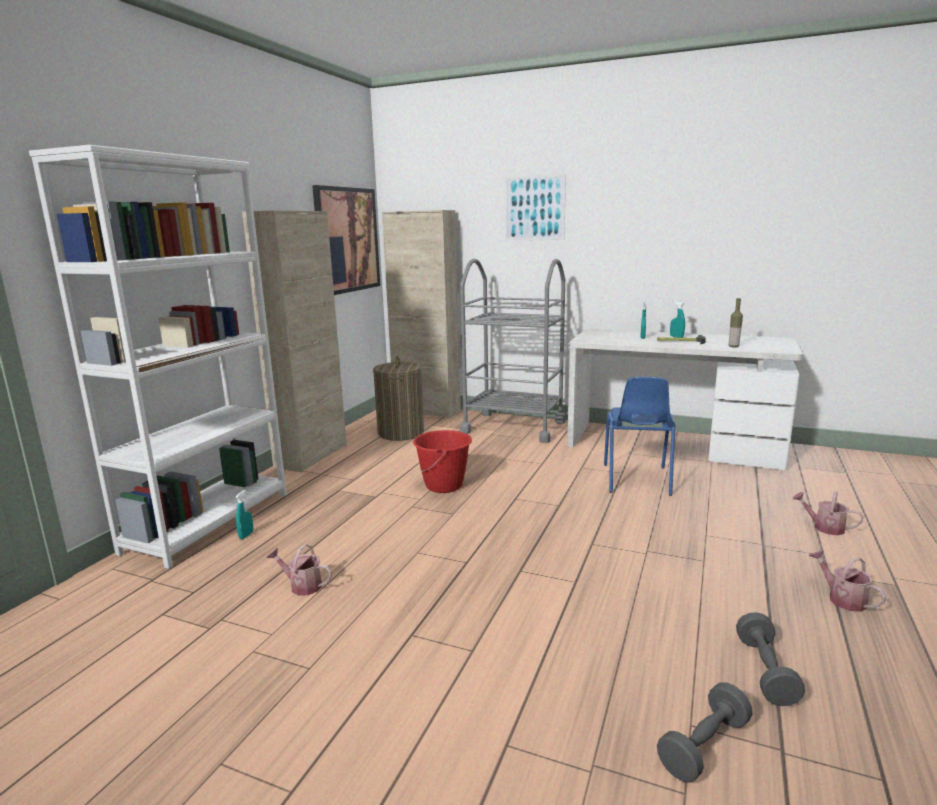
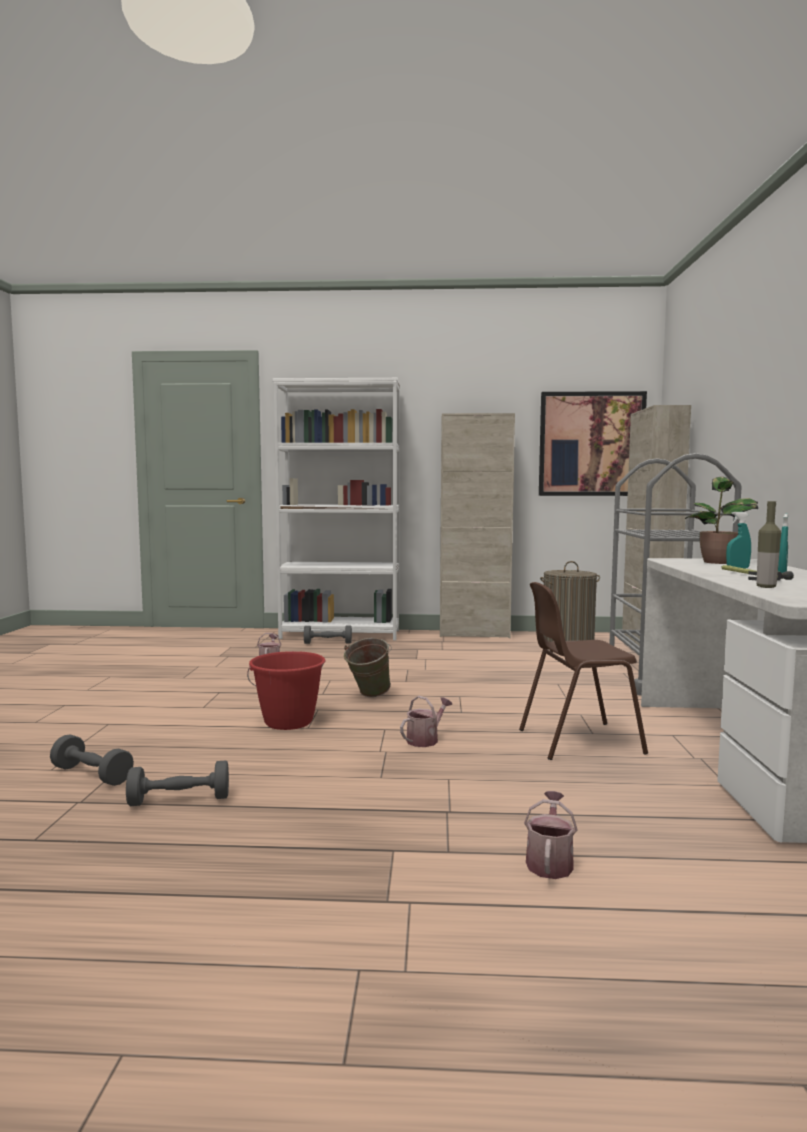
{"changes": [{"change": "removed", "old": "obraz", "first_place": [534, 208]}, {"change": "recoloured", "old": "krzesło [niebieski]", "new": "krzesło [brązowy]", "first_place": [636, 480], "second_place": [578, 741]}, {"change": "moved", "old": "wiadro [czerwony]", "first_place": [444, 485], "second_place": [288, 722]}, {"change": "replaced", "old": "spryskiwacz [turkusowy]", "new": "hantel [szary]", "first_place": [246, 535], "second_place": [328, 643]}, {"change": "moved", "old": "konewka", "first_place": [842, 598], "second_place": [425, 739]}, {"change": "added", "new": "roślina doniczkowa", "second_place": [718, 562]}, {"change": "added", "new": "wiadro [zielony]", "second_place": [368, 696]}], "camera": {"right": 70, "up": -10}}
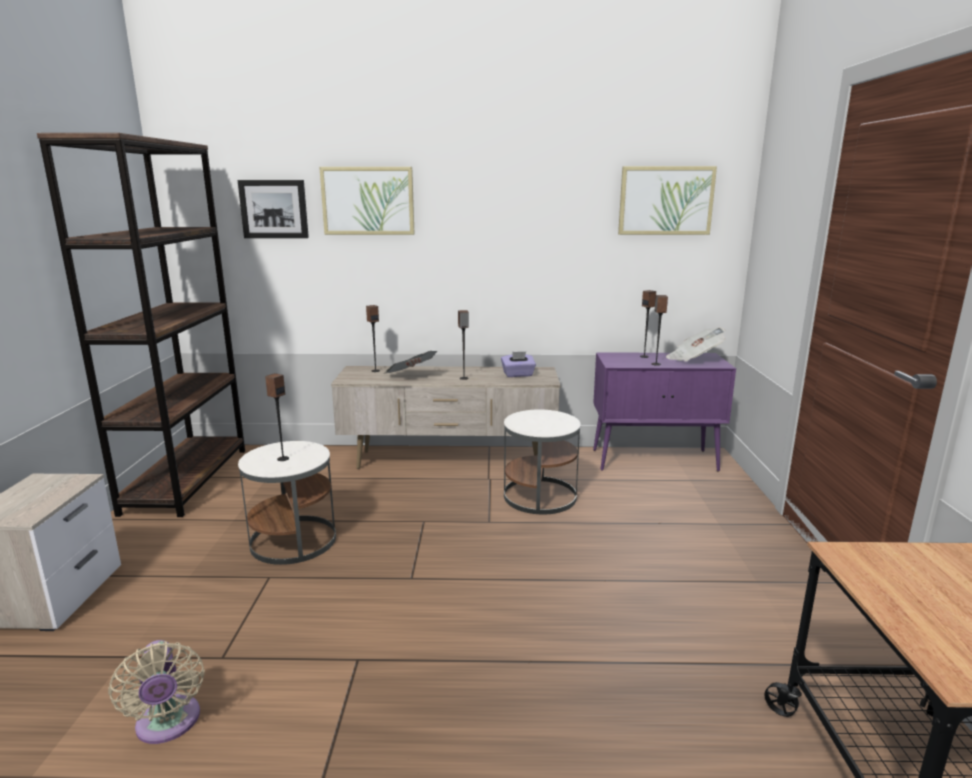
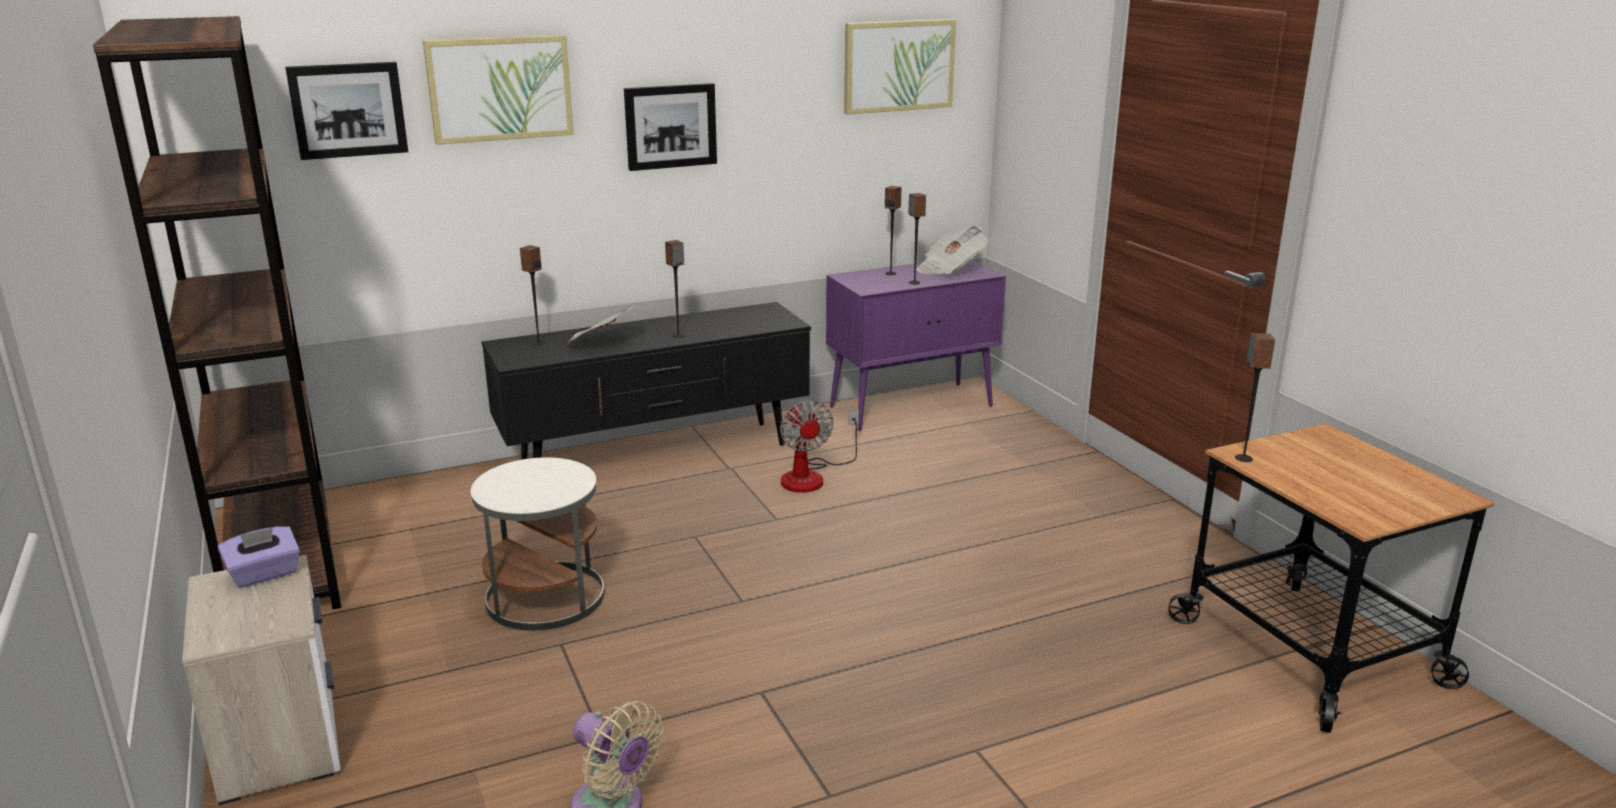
{"changes": [{"change": "moved", "old": "pudełko chusteczek [fioletowy]", "first_place": [518, 375], "second_place": [264, 575]}, {"change": "recoloured", "old": "szafka pod telewizor [beżowy]", "new": "szafka pod telewizor [czarny]", "first_place": [449, 461], "second_place": [656, 456]}, {"change": "moved", "old": "głośnik", "first_place": [283, 458], "second_place": [1243, 458]}, {"change": "replaced", "old": "stolik [biały]", "new": "wentylator", "first_place": [540, 496], "second_place": [811, 476]}, {"change": "added", "new": "obraz", "second_place": [670, 126]}], "camera": {"right": -25, "up": 5}}
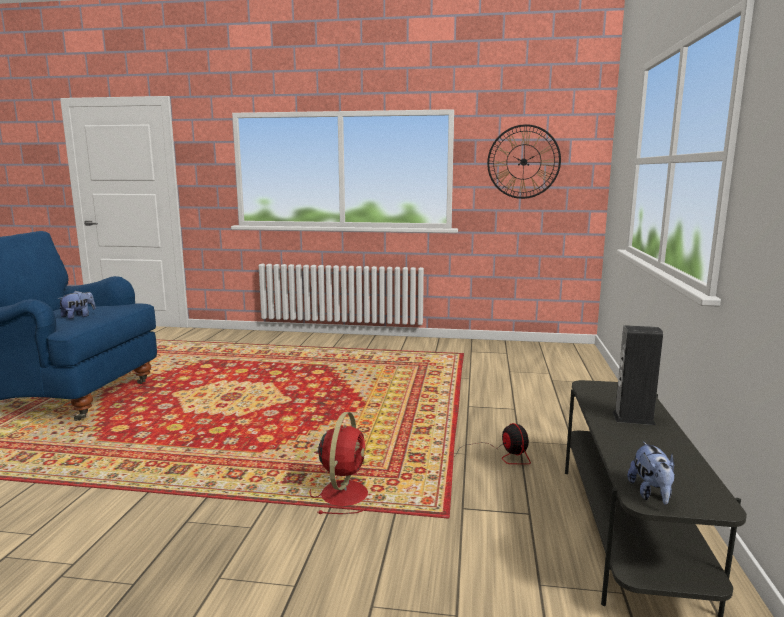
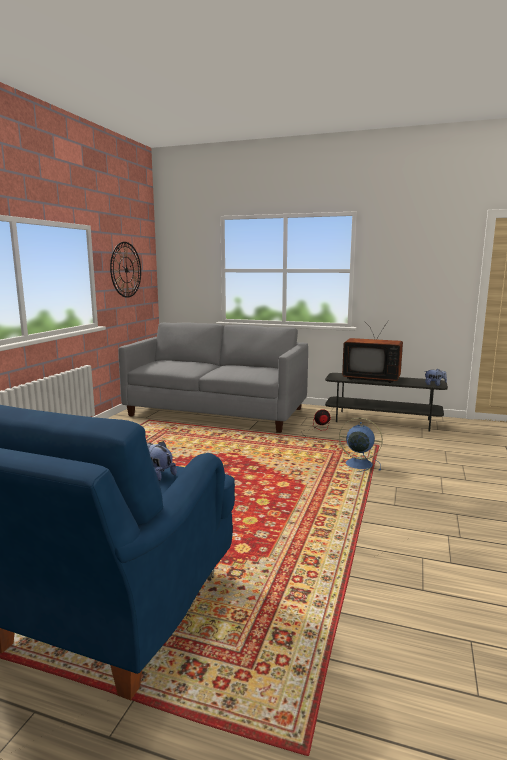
{"changes": [{"change": "replaced", "old": "głośnik", "new": "telewizor", "first_place": [633, 418], "second_place": [371, 378]}, {"change": "recoloured", "old": "wentylator [czerwony]", "new": "wentylator [niebieski]", "first_place": [345, 493], "second_place": [357, 464]}, {"change": "added", "new": "kanapa [szary]", "second_place": [216, 412]}], "camera": {"right": -80, "up": 0}}
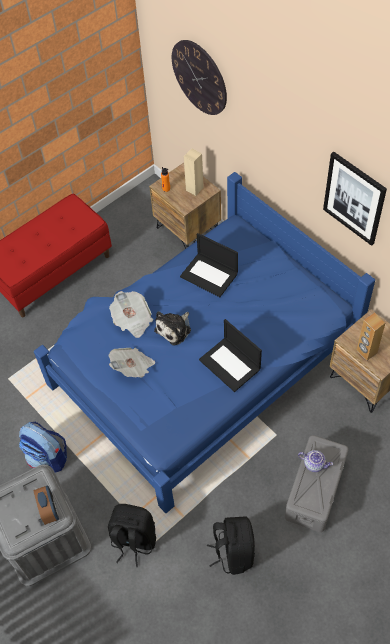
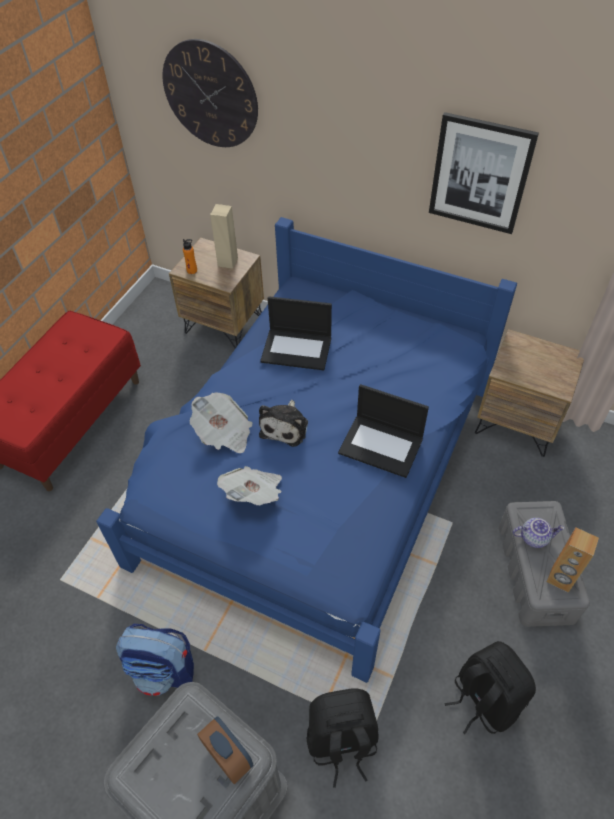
{"changes": [{"change": "moved", "old": "głośnik [brązowy]", "first_place": [366, 351], "second_place": [560, 579]}], "camera": {"right": -25, "up": -5}}
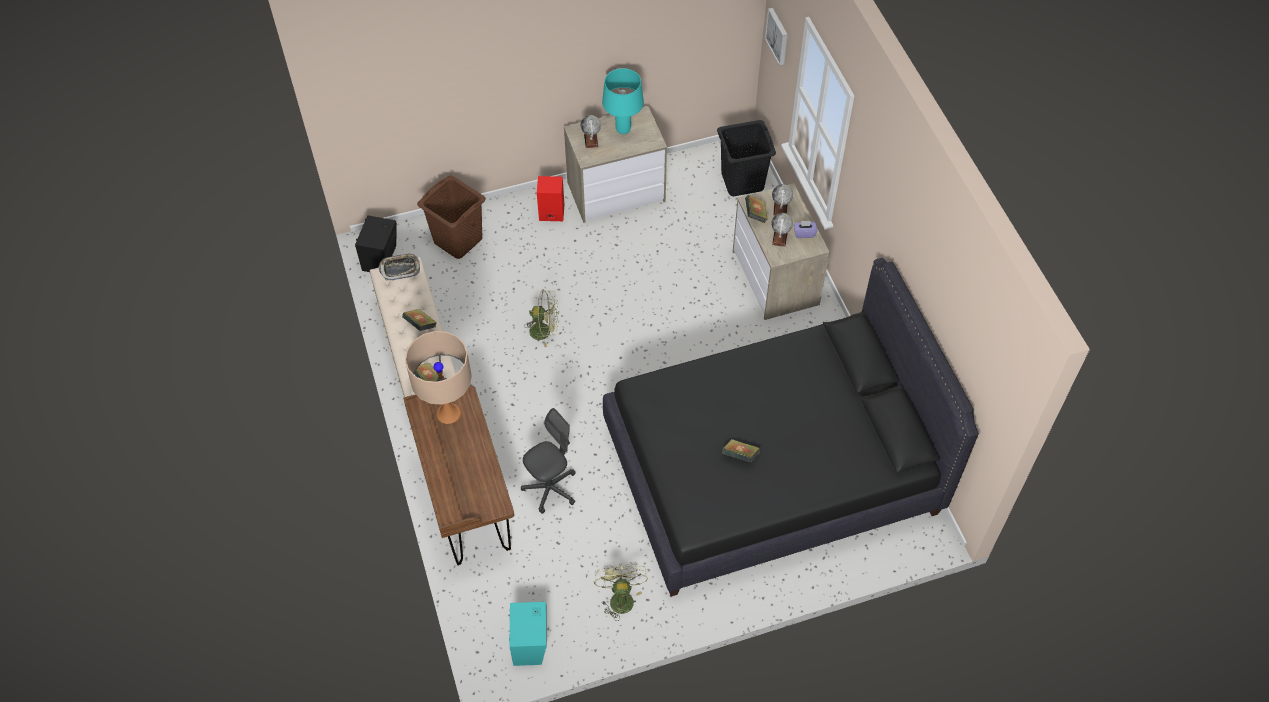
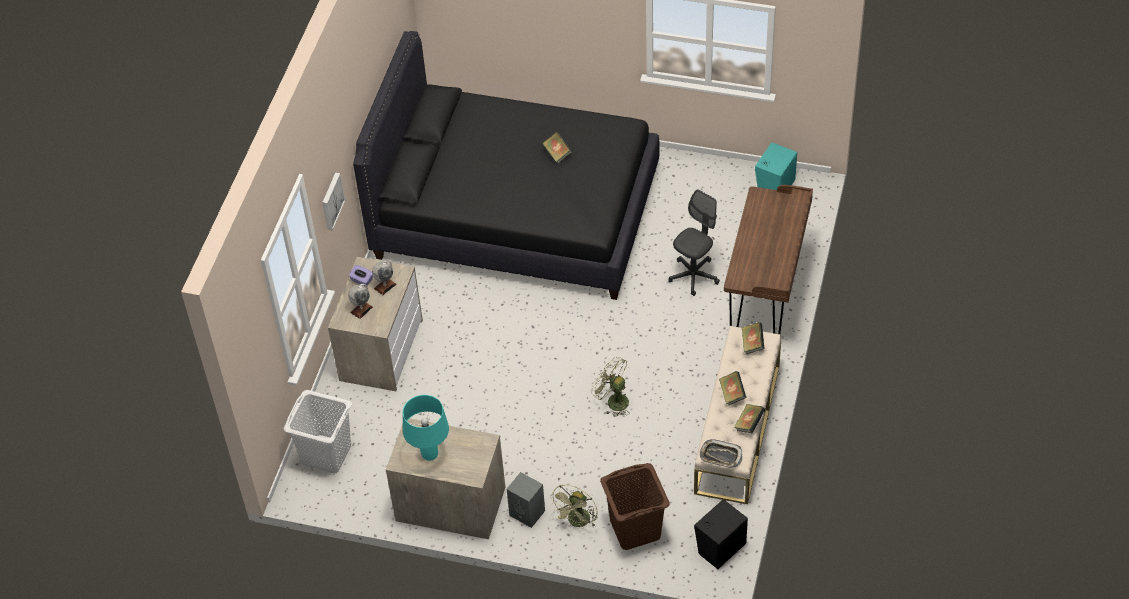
{"changes": [{"change": "moved", "old": "obraz", "first_place": [778, 36], "second_place": [331, 201]}, {"change": "removed", "old": "globus", "first_place": [591, 140]}, {"change": "recoloured", "old": "kosz na pranie [czarny]", "new": "kosz na pranie [biały]", "first_place": [742, 181], "second_place": [326, 454]}, {"change": "recoloured", "old": "głośnik [czerwony]", "new": "głośnik [szary]", "first_place": [551, 213], "second_place": [528, 513]}, {"change": "moved", "old": "książka", "first_place": [755, 215], "second_place": [749, 424]}, {"change": "removed", "old": "lampa stołowa [beżowy]", "first_place": [448, 413]}, {"change": "turned", "old": "krzesło biurowe [szary]", "first_place": [550, 489], "second_place": [693, 276], "degrees": 135}, {"change": "moved", "old": "wentylator [zielony]", "first_place": [620, 597], "second_place": [577, 522]}], "camera": {"right": -145, "up": -5}}
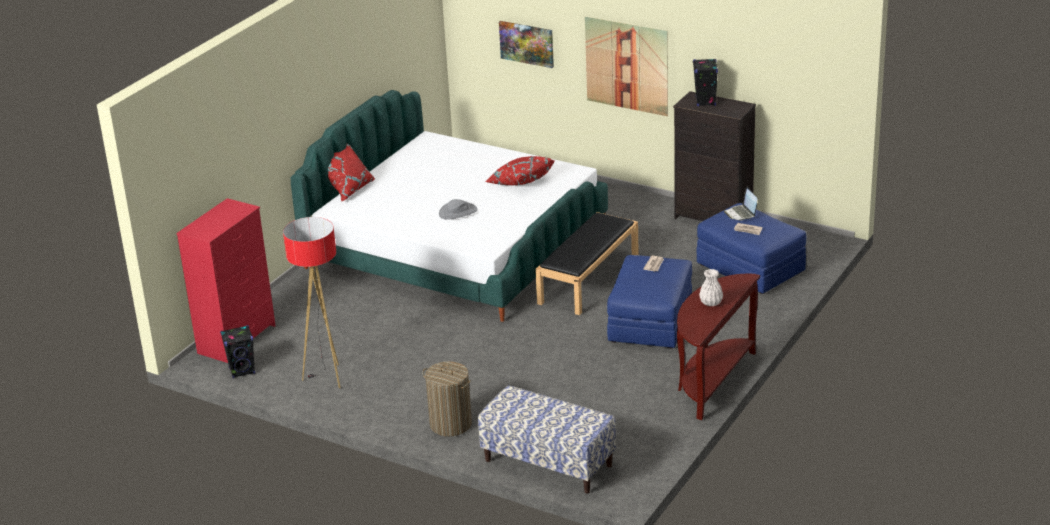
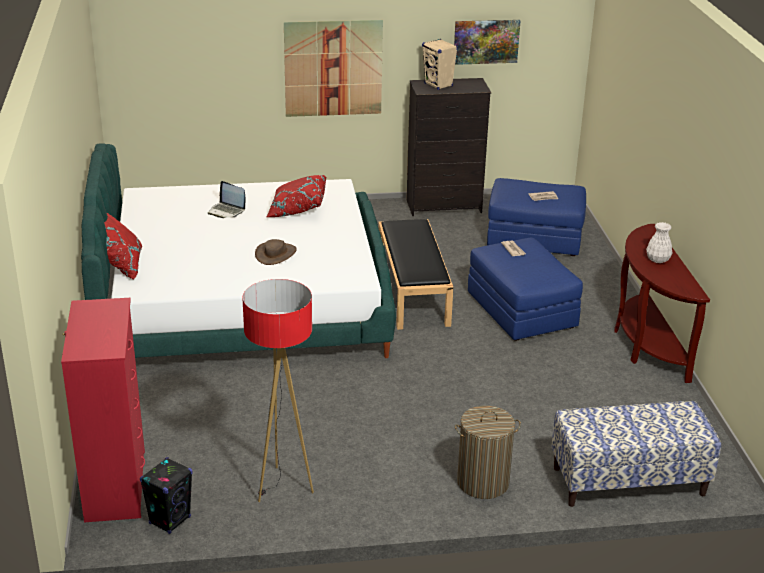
{"changes": [{"change": "moved", "old": "obraz", "first_place": [527, 43], "second_place": [486, 41]}, {"change": "recoloured", "old": "głośnik [czarny]", "new": "głośnik [beżowy]", "first_place": [705, 102], "second_place": [438, 85]}, {"change": "moved", "old": "laptop", "first_place": [741, 214], "second_place": [227, 211]}, {"change": "recoloured", "old": "kapelusz [szary]", "new": "kapelusz [brązowy]", "first_place": [458, 212], "second_place": [276, 254]}], "camera": {"right": -40, "up": 0}}
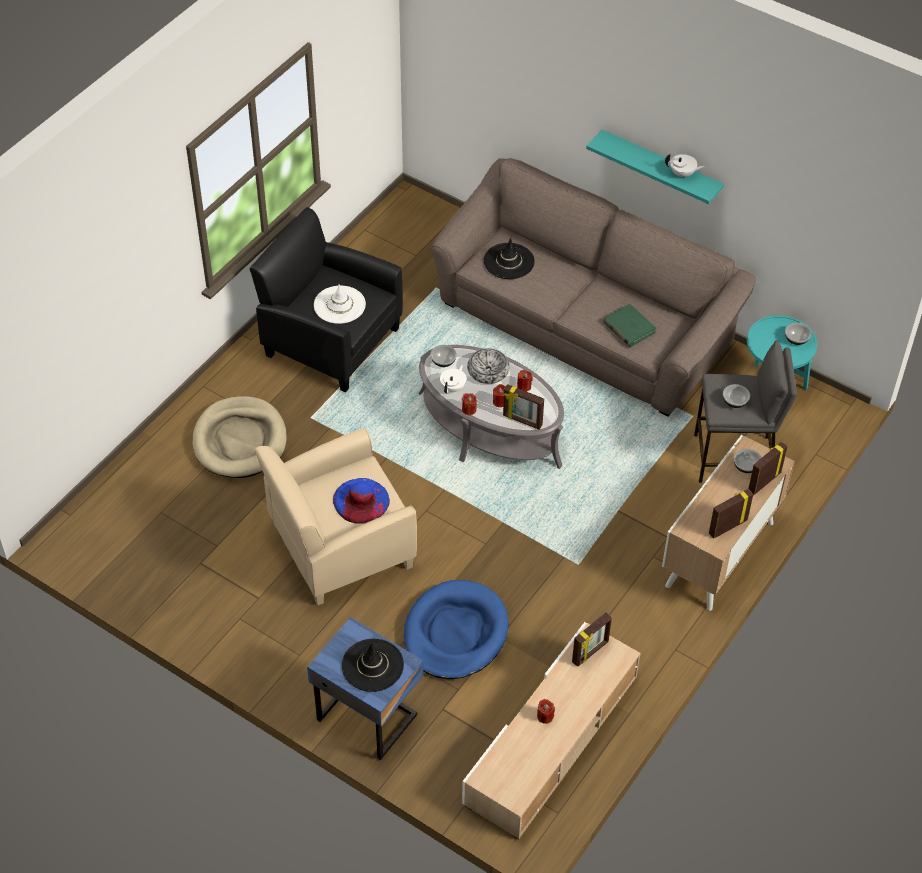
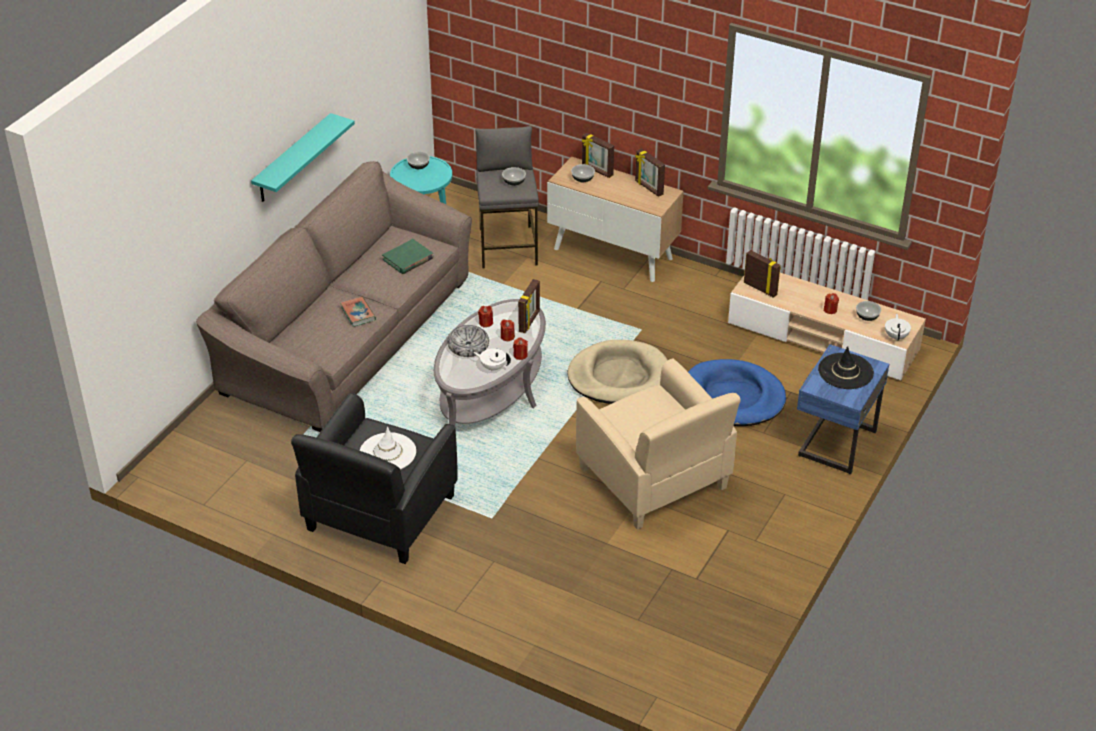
{"changes": [{"change": "moved", "old": "imbryk [biały]", "first_place": [682, 174], "second_place": [896, 336]}, {"change": "removed", "old": "kapelusz [czarny]", "first_place": [509, 261]}, {"change": "moved", "old": "miska", "first_place": [443, 361], "second_place": [867, 316]}, {"change": "moved", "old": "legowisko [beżowy]", "first_place": [240, 440], "second_place": [618, 376]}, {"change": "removed", "old": "kapelusz [niebieski]", "first_place": [361, 500]}, {"change": "added", "new": "książka", "second_place": [358, 314]}], "camera": {"right": -95, "up": -10}}
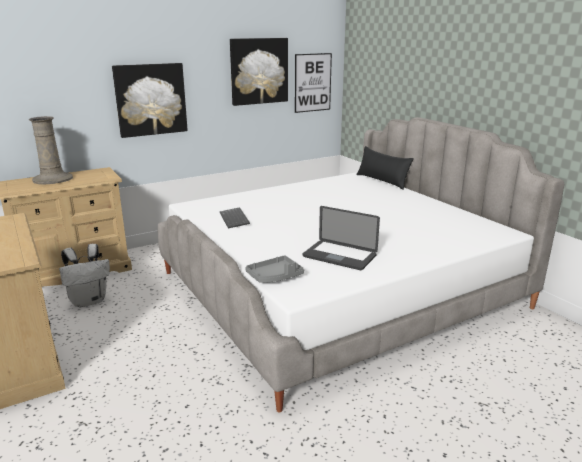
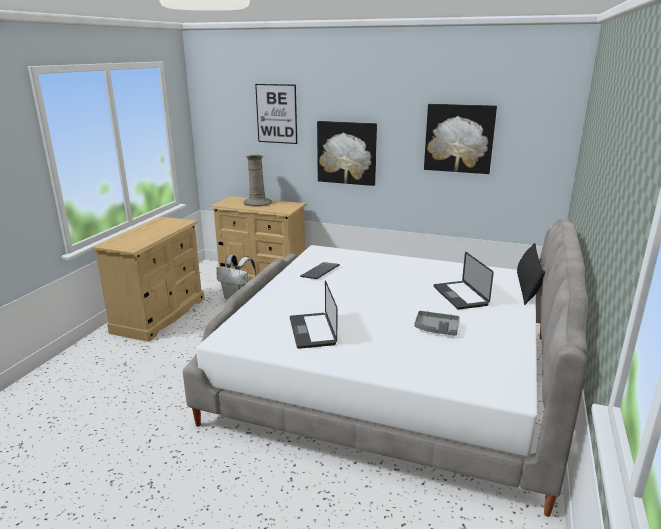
{"changes": [{"change": "moved", "old": "obraz", "first_place": [312, 82], "second_place": [276, 114]}, {"change": "moved", "old": "taca [szary]", "first_place": [275, 276], "second_place": [436, 329]}, {"change": "added", "new": "laptop", "second_place": [460, 296]}], "camera": {"right": 50, "up": 0}}
